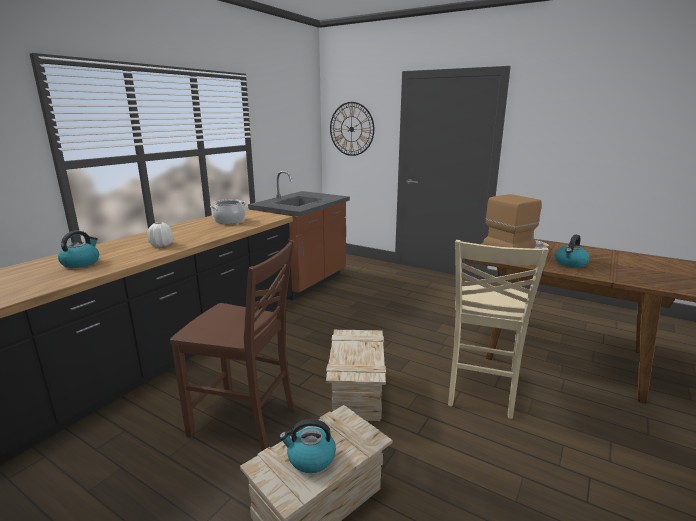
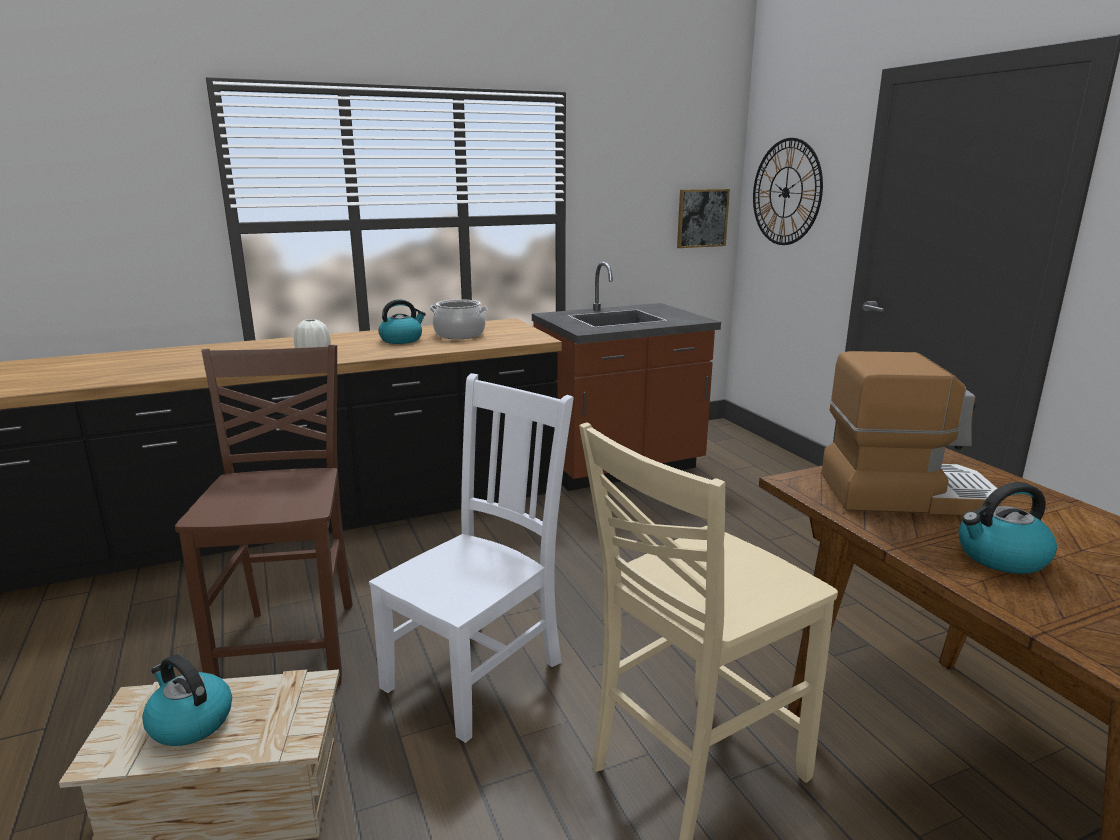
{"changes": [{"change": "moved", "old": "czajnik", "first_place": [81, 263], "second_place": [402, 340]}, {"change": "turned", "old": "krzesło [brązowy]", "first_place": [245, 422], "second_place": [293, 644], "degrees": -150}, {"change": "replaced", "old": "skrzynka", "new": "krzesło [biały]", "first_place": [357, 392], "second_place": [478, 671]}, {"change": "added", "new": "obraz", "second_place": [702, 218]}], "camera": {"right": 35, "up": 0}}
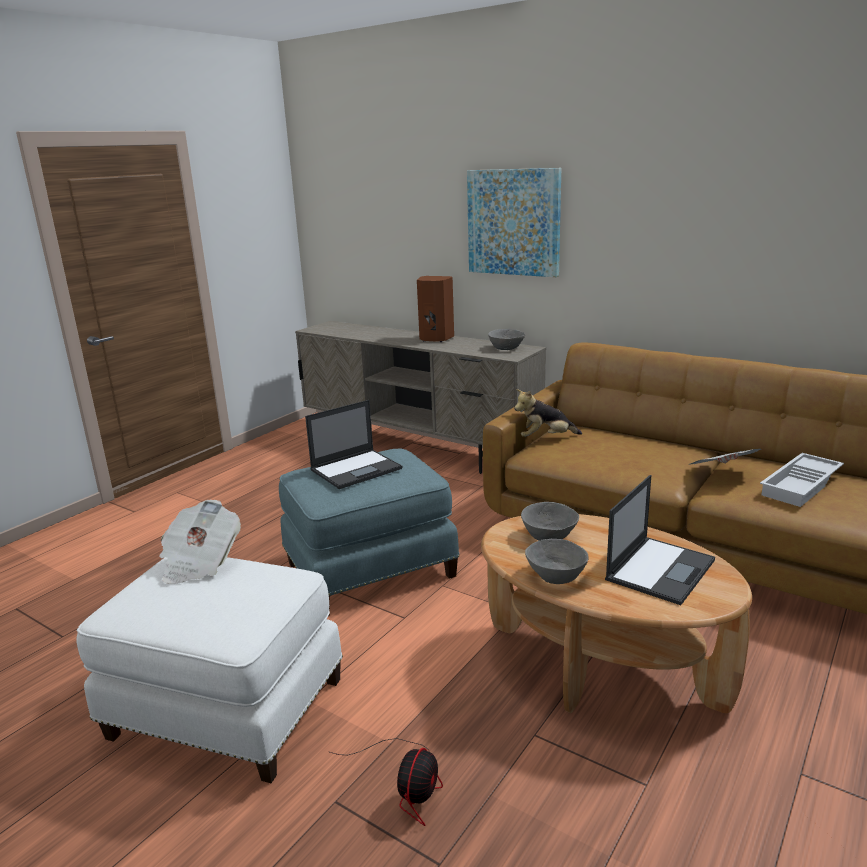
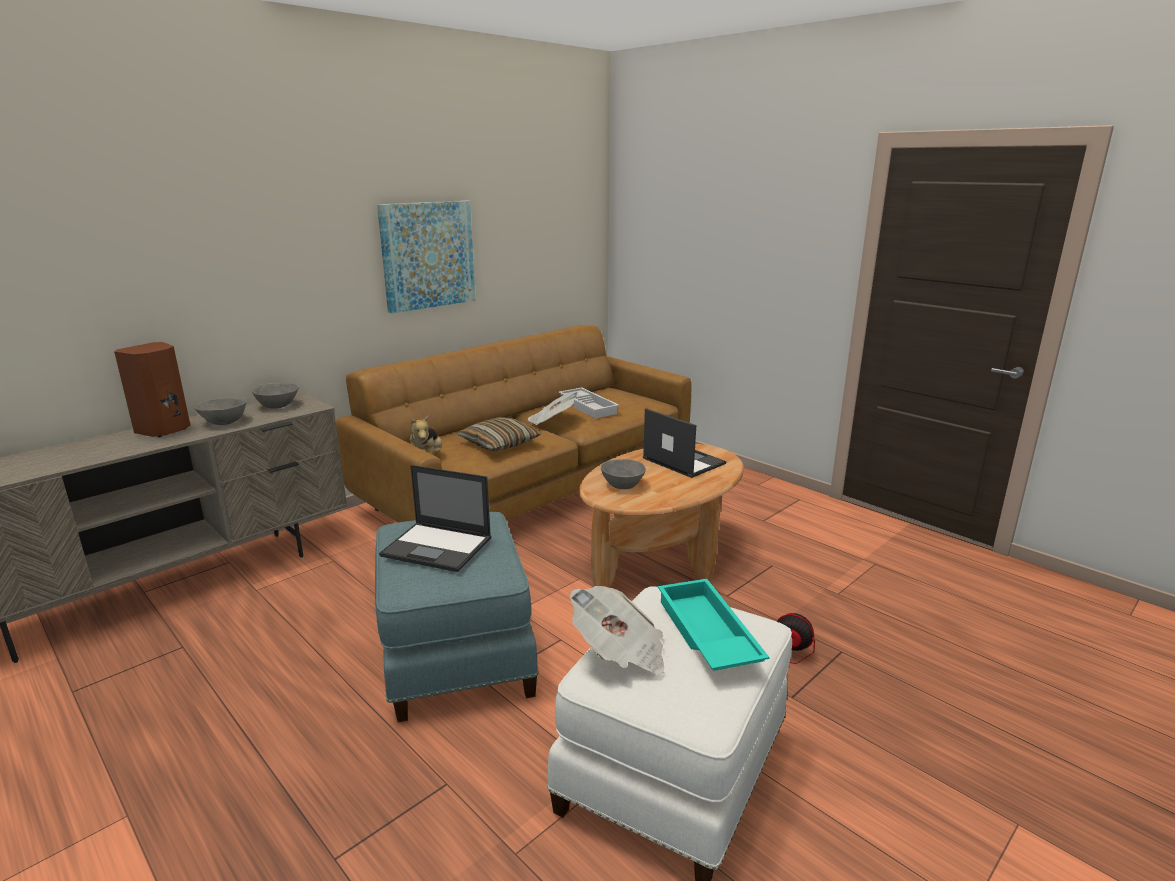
{"changes": [{"change": "moved", "old": "obraz", "first_place": [514, 222], "second_place": [427, 255]}, {"change": "turned", "old": "laptop", "first_place": [357, 469], "second_place": [438, 547], "degrees": 135}, {"change": "moved", "old": "miska [szary]", "first_place": [556, 576], "second_place": [225, 421]}, {"change": "added", "new": "poduszka", "second_place": [499, 443]}, {"change": "added", "new": "taca [turkusowy]", "second_place": [705, 634]}], "camera": {"right": -80, "up": 0}}
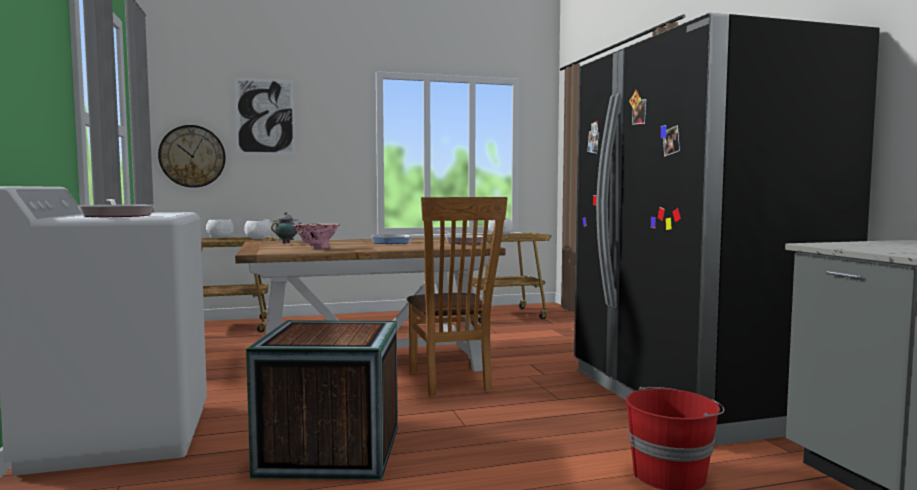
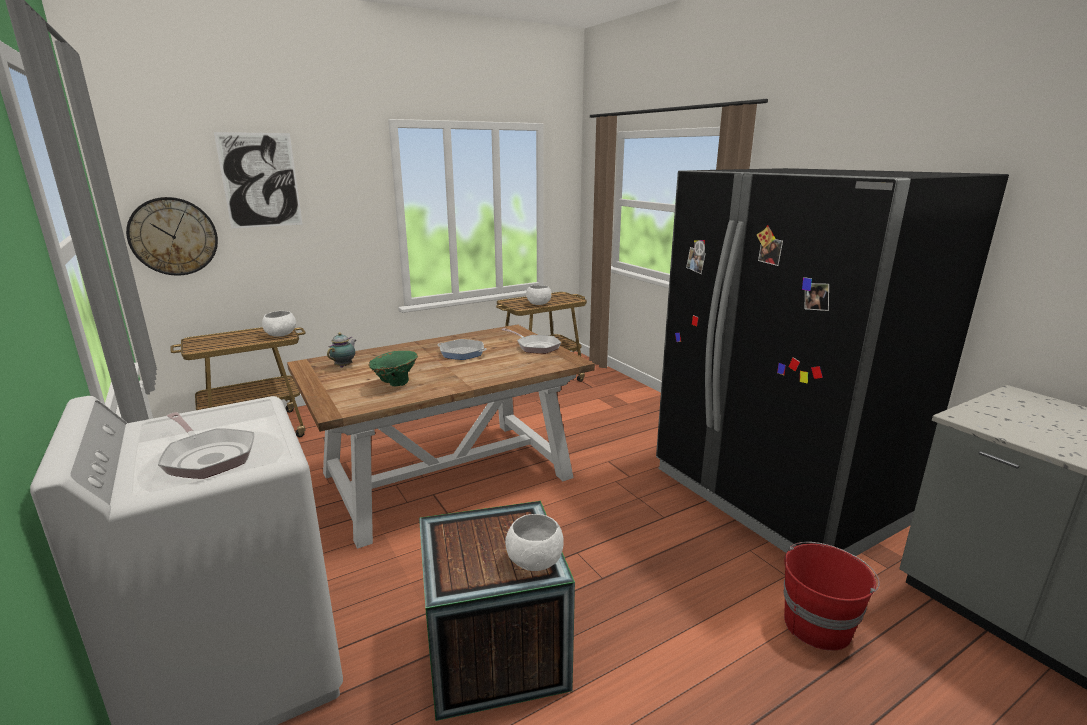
{"changes": [{"change": "removed", "old": "krzesło [brązowy]", "first_place": [452, 382]}, {"change": "moved", "old": "miska [biały]", "first_place": [220, 238], "second_place": [535, 560]}, {"change": "recoloured", "old": "wazon [różowy]", "new": "wazon [zielony]", "first_place": [316, 248], "second_place": [395, 384]}], "camera": {"right": -15, "up": 15}}
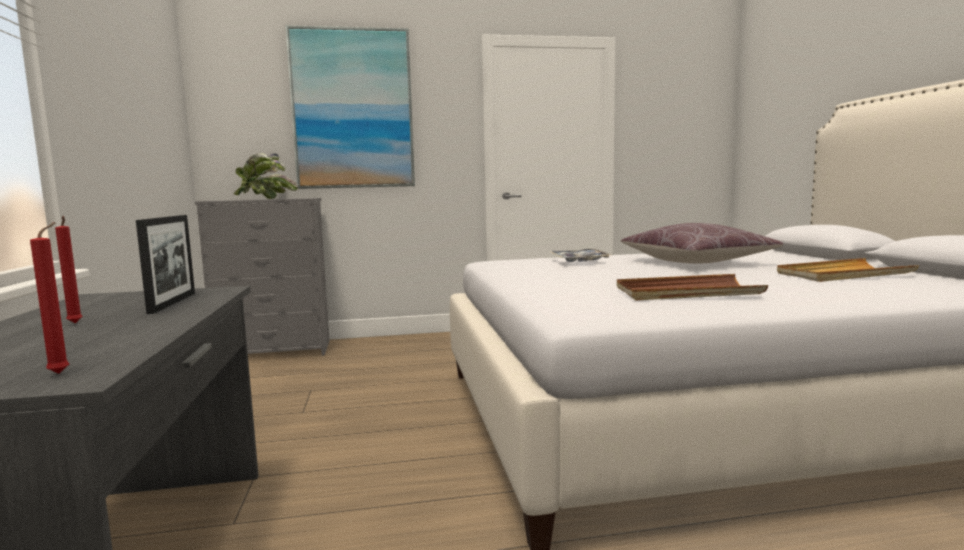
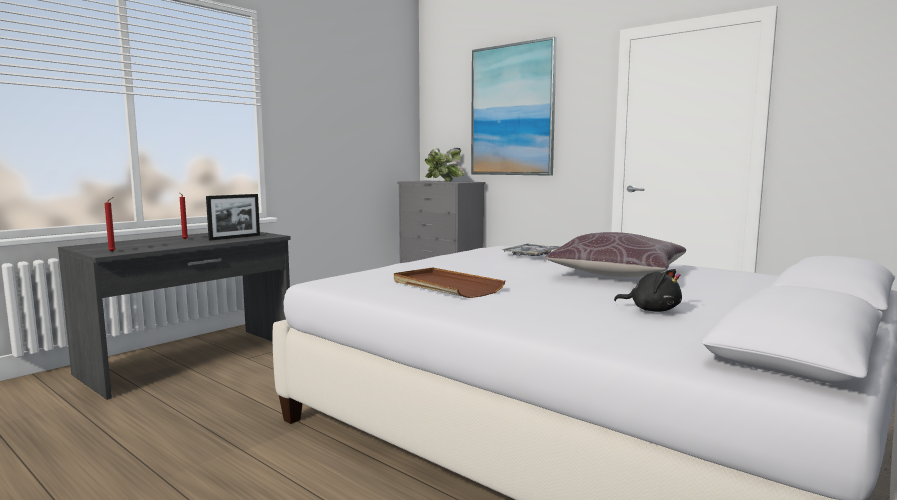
{"changes": [{"change": "replaced", "old": "taca [beżowy]", "new": "pluszak [czarny]", "first_place": [843, 274], "second_place": [651, 310]}], "camera": {"right": 50, "up": 0}}
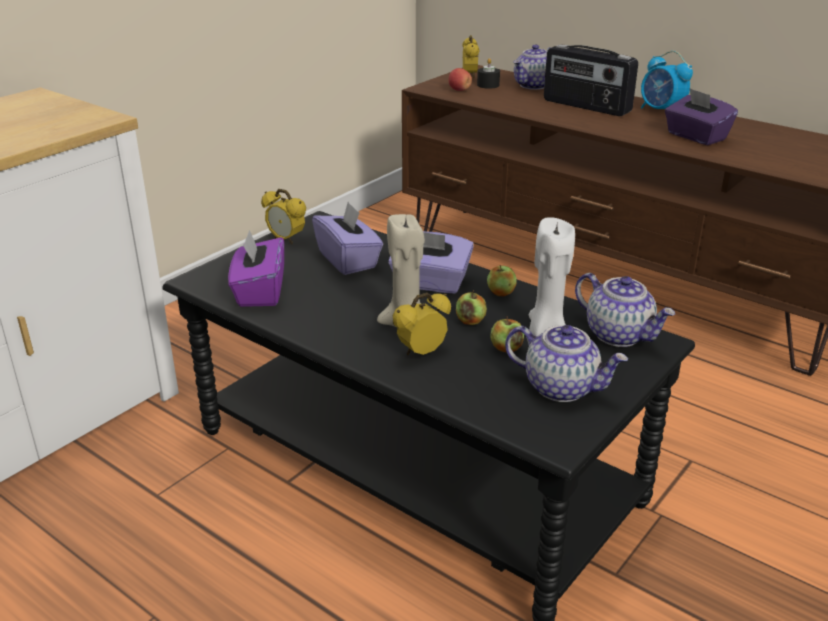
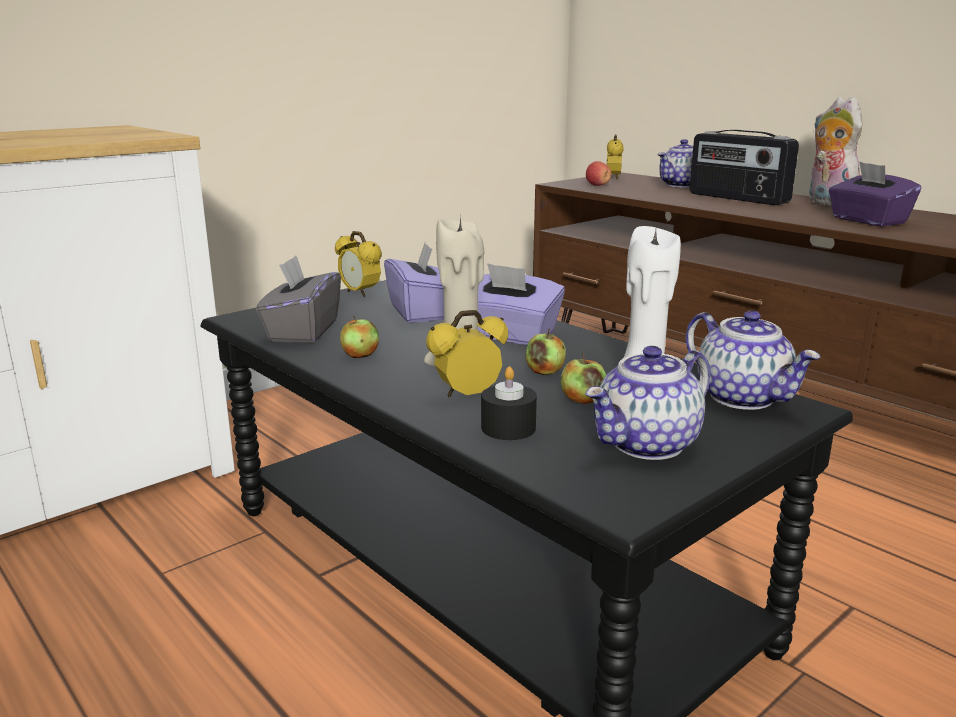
{"changes": [{"change": "replaced", "old": "budzik", "new": "pluszak", "first_place": [661, 111], "second_place": [826, 204]}, {"change": "moved", "old": "świeca [czarny]", "first_place": [488, 85], "second_place": [508, 428]}, {"change": "recoloured", "old": "pudełko chusteczek [fioletowy]", "new": "pudełko chusteczek [szary]", "first_place": [259, 292], "second_place": [302, 331]}, {"change": "moved", "old": "jabłko", "first_place": [501, 293], "second_place": [360, 355]}, {"change": "turned", "old": "imbryk", "first_place": [562, 387], "second_place": [647, 444], "degrees": 105}], "camera": {"right": 10, "up": -10}}
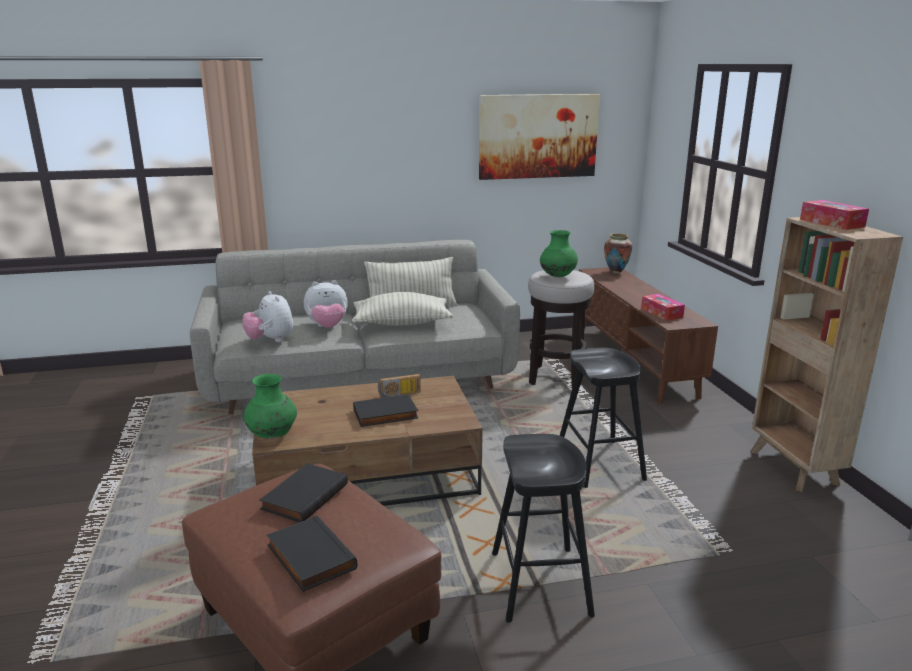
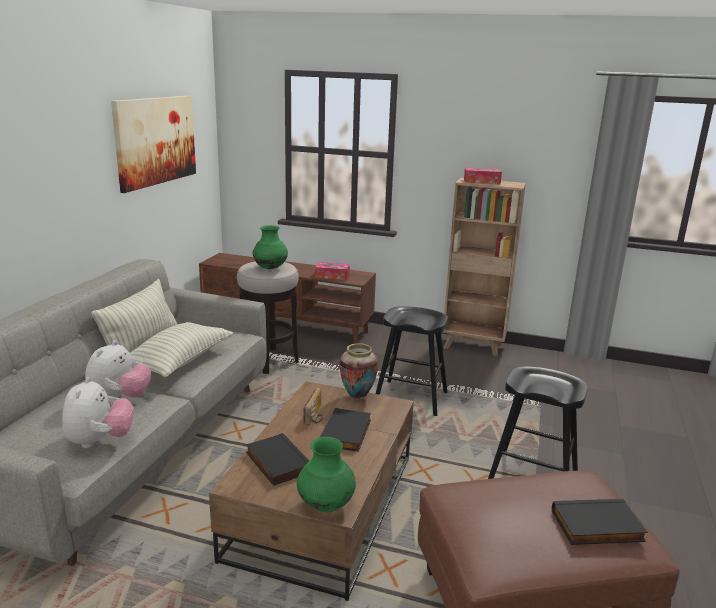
{"changes": [{"change": "moved", "old": "wazon", "first_place": [615, 272], "second_place": [357, 397]}, {"change": "turned", "old": "pluszak", "first_place": [270, 340], "second_place": [99, 441], "degrees": -90}, {"change": "moved", "old": "książka [czarny]", "first_place": [304, 496], "second_place": [276, 462]}], "camera": {"right": -60, "up": 0}}
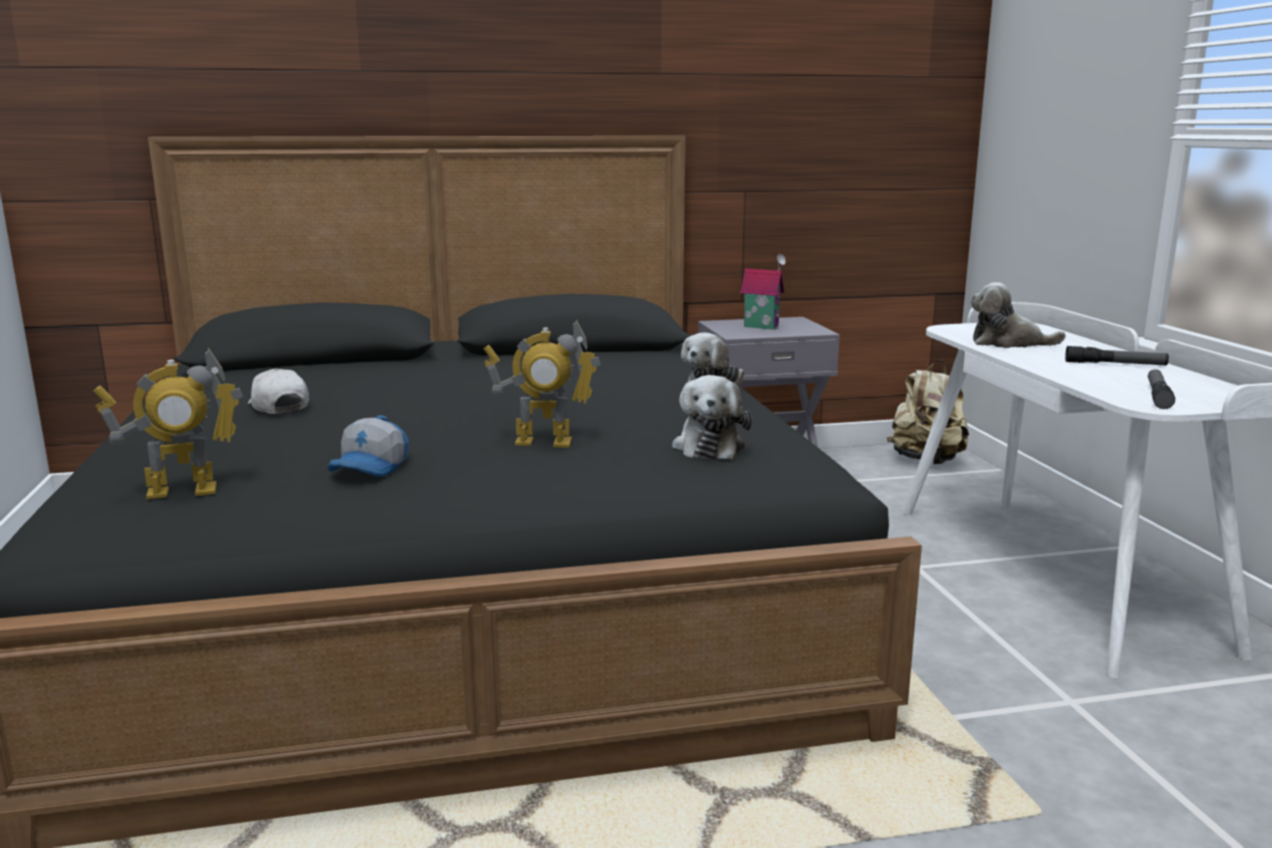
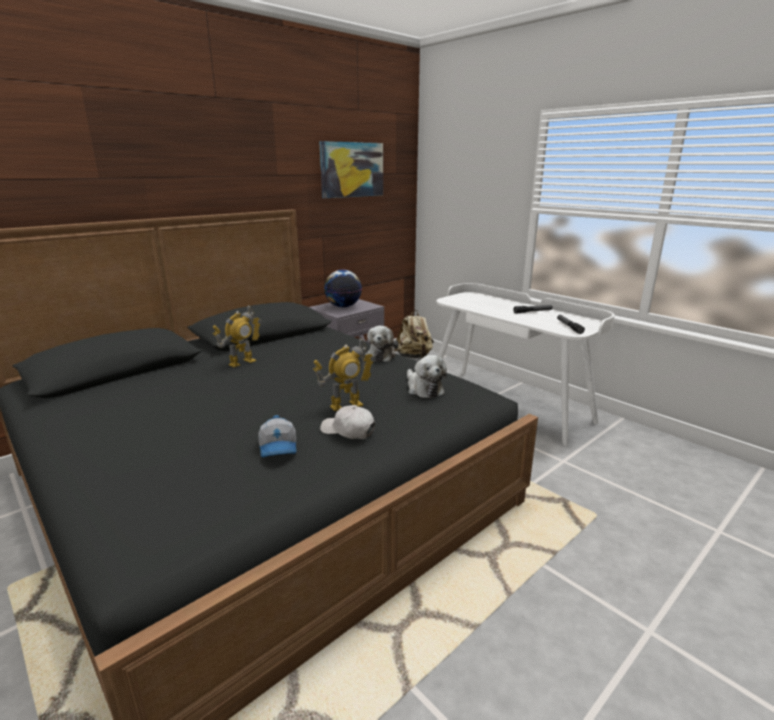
{"changes": [{"change": "replaced", "old": "domek", "new": "globus", "first_place": [762, 326], "second_place": [343, 306]}, {"change": "removed", "old": "pluszak", "first_place": [1008, 343]}, {"change": "moved", "old": "robot zabawkowy", "first_place": [182, 491], "second_place": [242, 362]}, {"change": "moved", "old": "czapka z daszkiem [biały]", "first_place": [278, 406], "second_place": [348, 430]}, {"change": "added", "new": "obraz", "second_place": [352, 169]}], "camera": {"right": -30, "up": 5}}
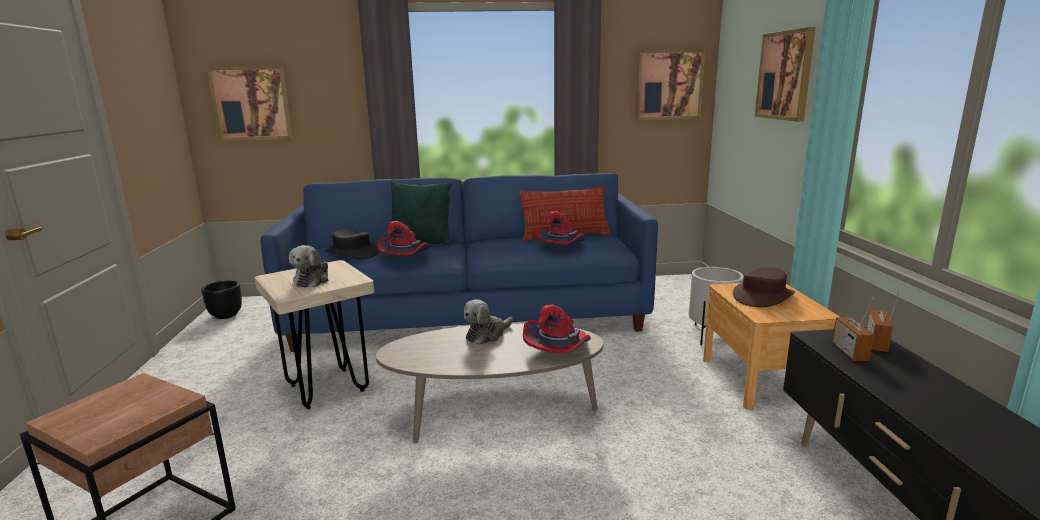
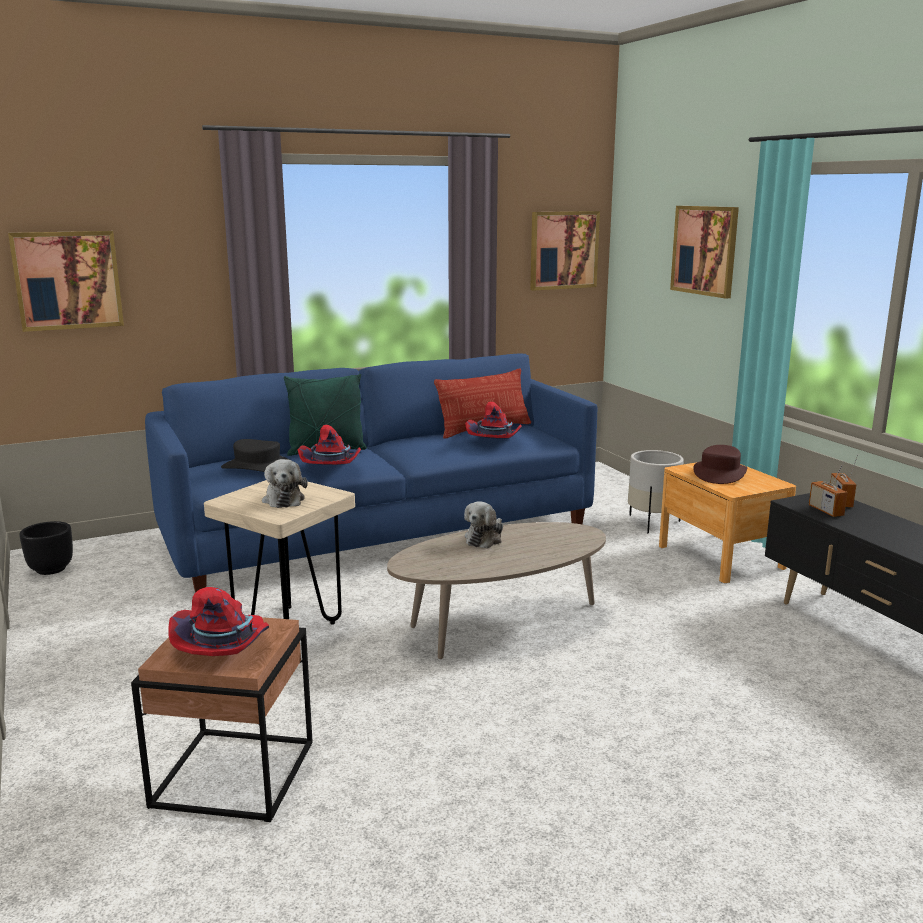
{"changes": [{"change": "moved", "old": "kapelusz [czerwony]", "first_place": [558, 348], "second_place": [224, 646]}], "camera": {"right": -20, "up": 0}}
